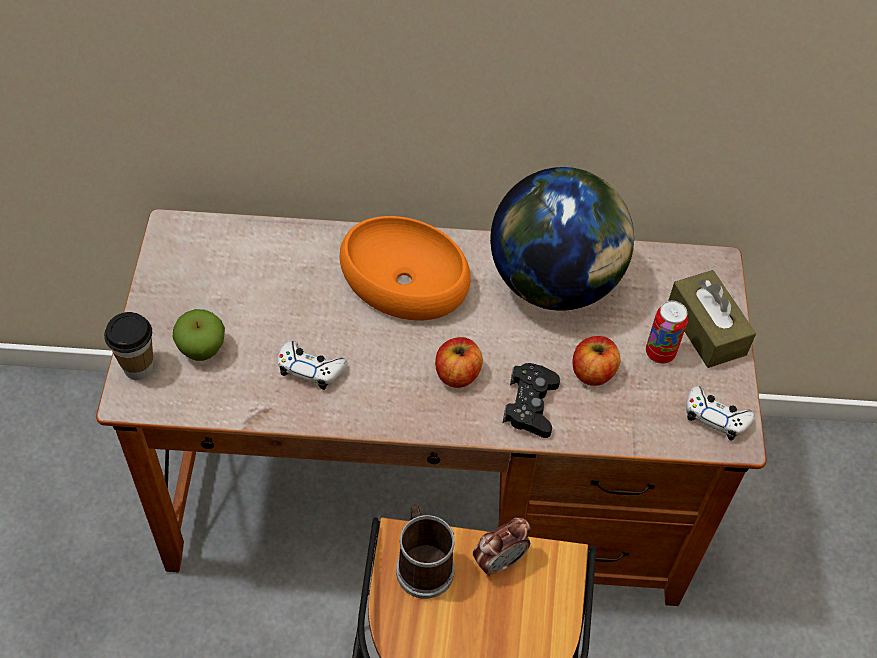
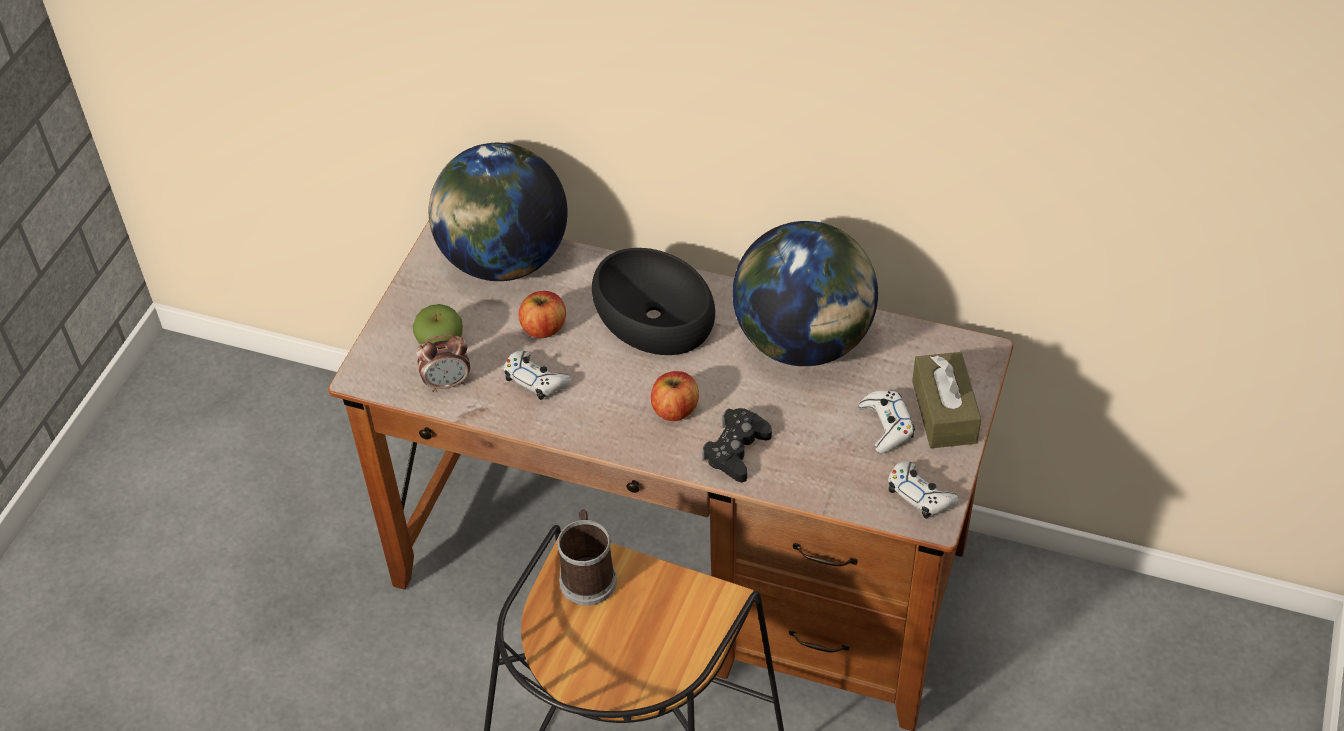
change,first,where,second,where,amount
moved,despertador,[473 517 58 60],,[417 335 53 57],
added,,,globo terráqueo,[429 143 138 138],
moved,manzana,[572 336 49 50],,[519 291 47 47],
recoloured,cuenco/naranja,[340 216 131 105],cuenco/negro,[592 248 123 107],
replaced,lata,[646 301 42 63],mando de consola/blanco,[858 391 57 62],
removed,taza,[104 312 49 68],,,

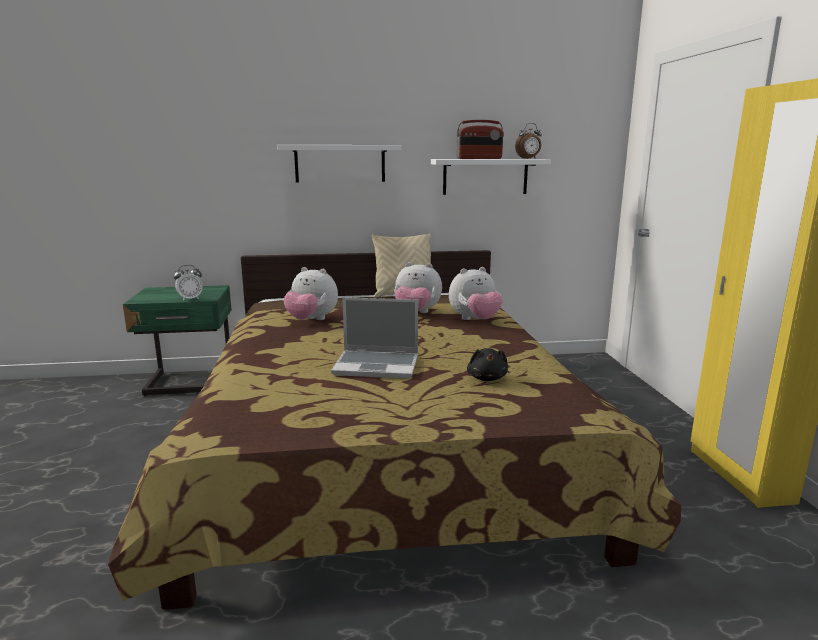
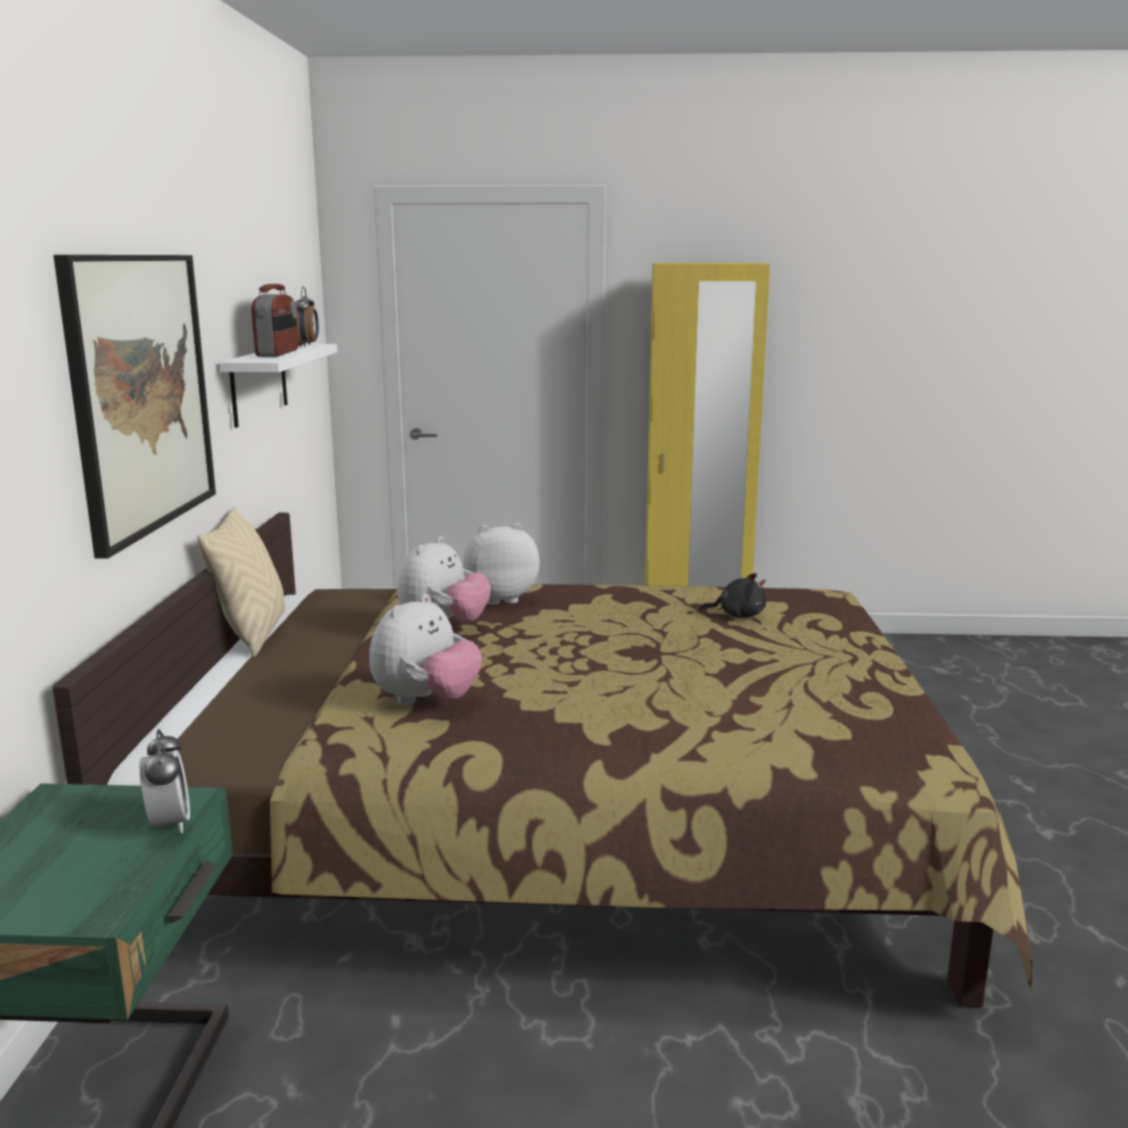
change,first,where,second,where,amount
replaced,estante/blanco,[277 145 124 37],cuadro,[53 255 163 304],
turned,peluche,[449 267 54 53],,[463 523 77 82],90 degrees counterclockwise
removed,portátil,[331 297 87 82],,,

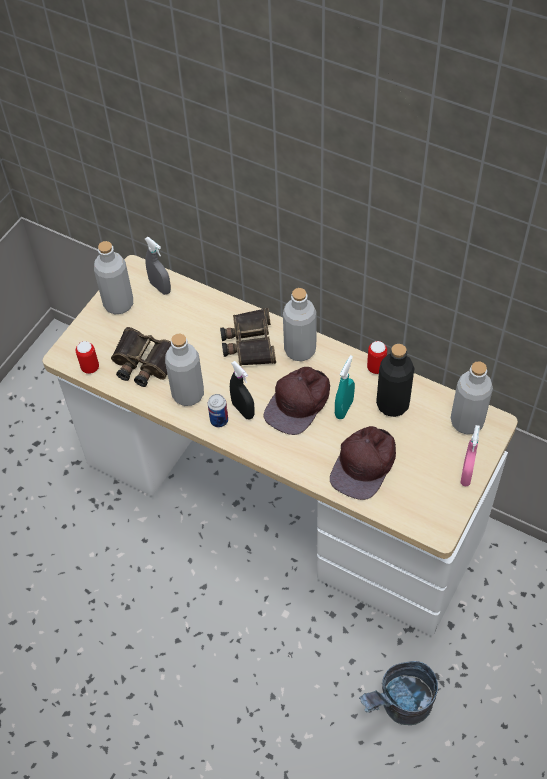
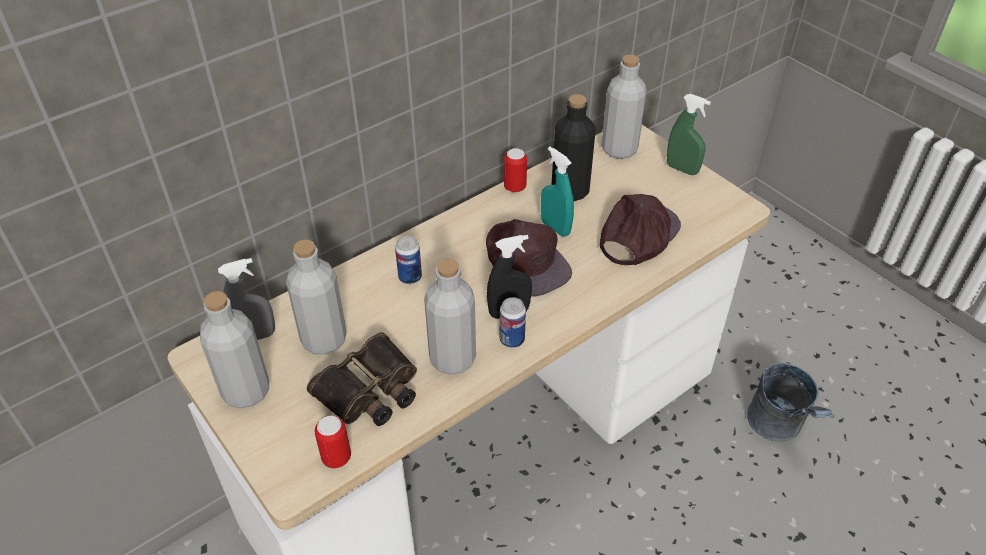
change,first,where,second,where,amount
moved,botella/gris,[283 288 33 73],,[286 240 61 115],
replaced,prismáticos,[220 308 56 58],lata,[395 236 27 48],
turned,gorra/marrón,[330 426 66 74],,[600 194 81 71],105 degrees counterclockwise
recoloured,pulverizador/rosa,[460 425 20 61],pulverizador/verde,[667 94 44 81],

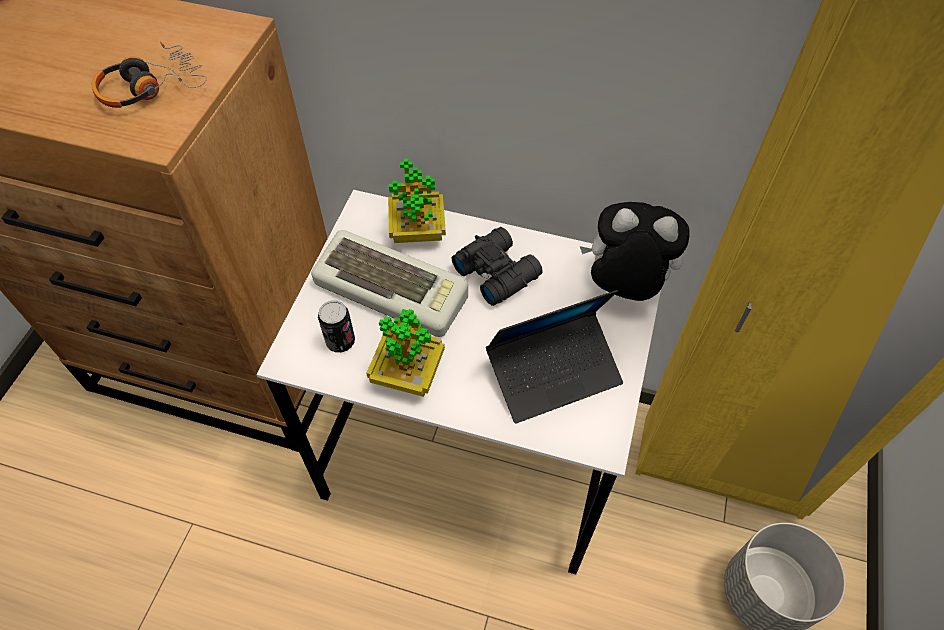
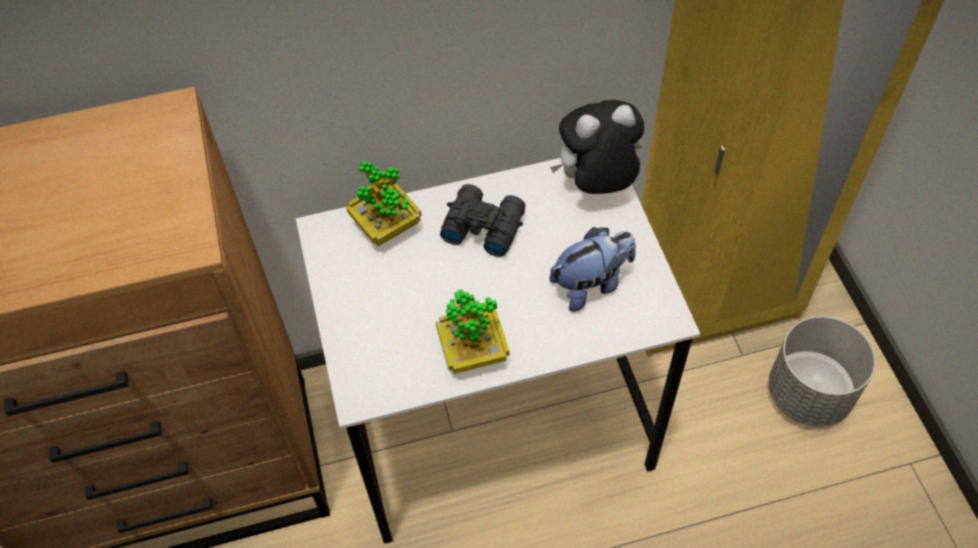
change,first,where,second,where,amount
replaced,portátil,[486 290 137 134],peluche,[549 227 87 85],
removed,auriculares,[91 42 116 66],,,
removed,teclado,[311 230 157 107],,,
removed,lata,[318 301 37 52],,,

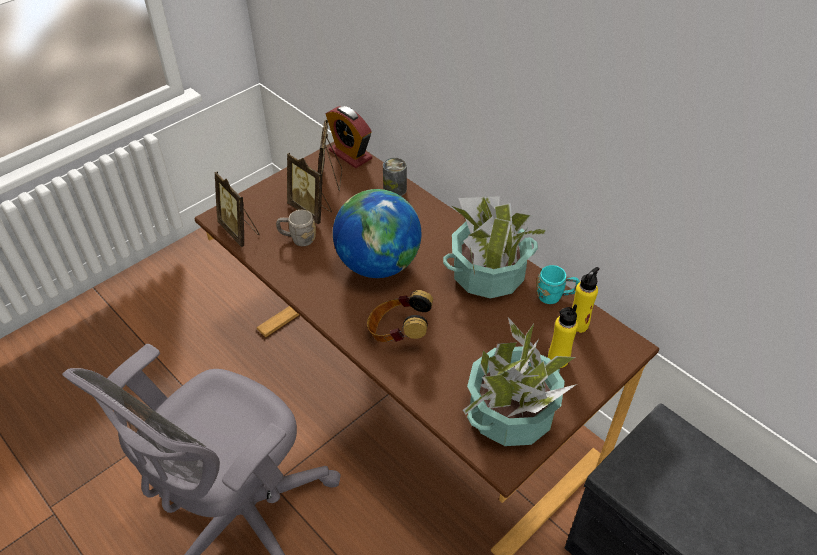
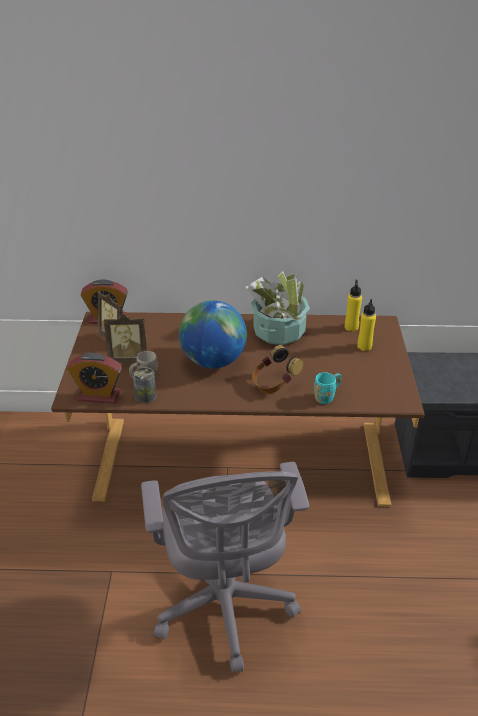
change,first,where,second,where,amount
replaced,portarretratos,[214 171 46 76],despertador,[67 353 55 51],
moved,lata,[383 158 24 38],,[133 367 23 36],
moved,taza grande/turquesa,[536 265 44 39],,[314 372 28 32],
removed,planta en maceta,[463 317 114 129],,,

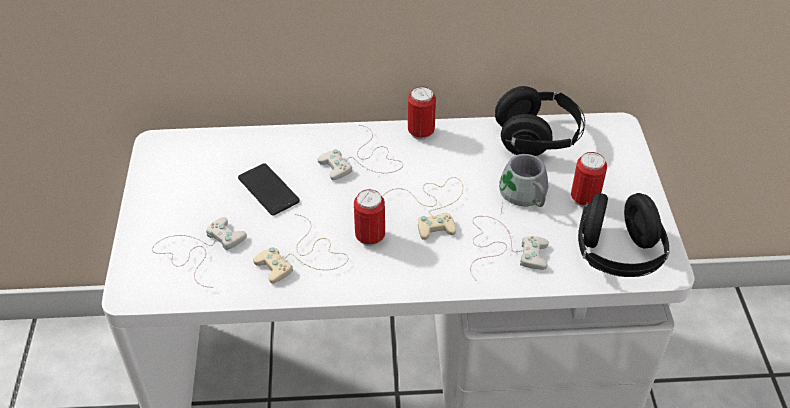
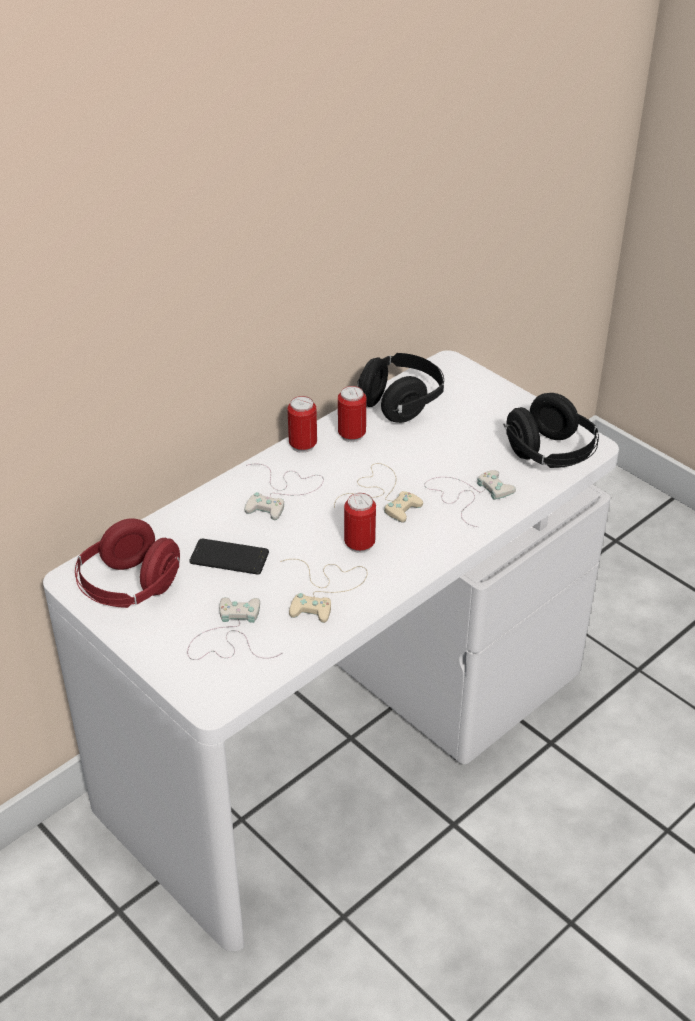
change,first,where,second,where,amount
added,,,auriculares/rojo,[75 518 105 90],
moved,lata,[571 152 36 55],,[338 386 29 56],
removed,taza grande/gris,[499 154 49 58],,,

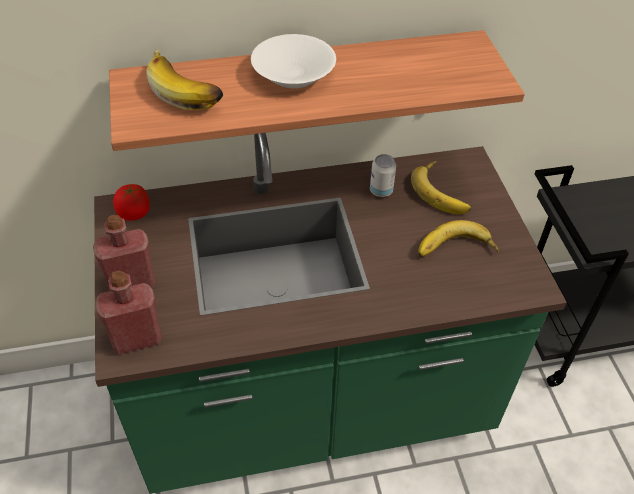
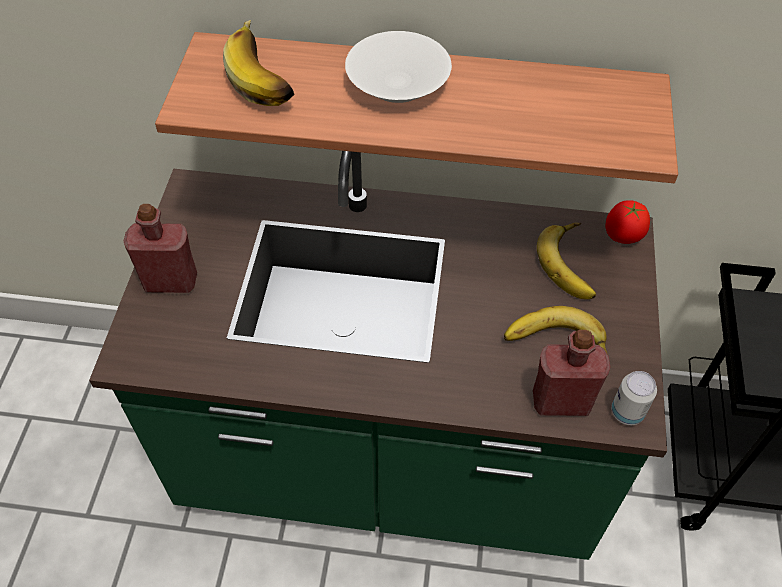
change,first,where,second,where,amount
moved,botella/rojo,[95 271 67 83],,[533 330 77 86],
moved,tomate,[113 184 37 37],,[605 200 45 44],
moved,lata,[370 154 26 43],,[611 371 46 54],

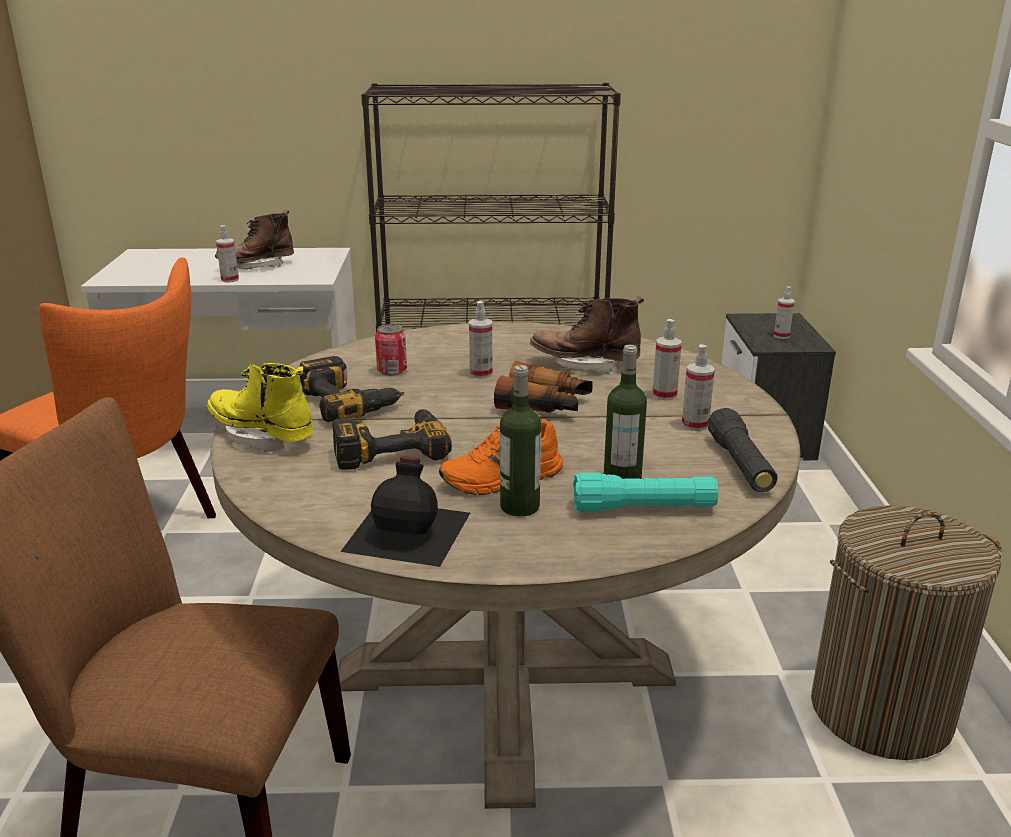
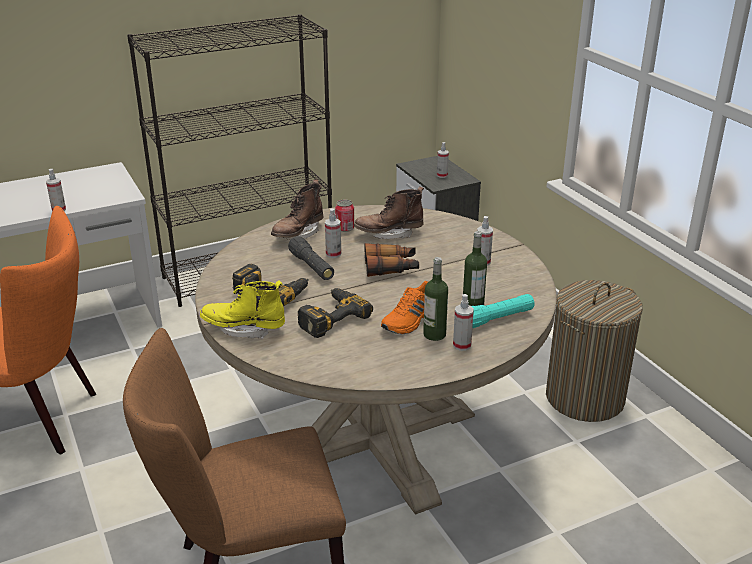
change,first,where,second,where,amount
moved,bota/marrón,[215 210 79 59],,[271 180 52 60],
moved,linterna/negro,[708 408 69 84],,[288 236 46 44],
moved,lata,[375 324 32 52],,[335 200 19 32],
moved,pulverizador,[652 319 30 81],,[453 294 21 57],
removed,botella/negro,[340 456 130 111],,,

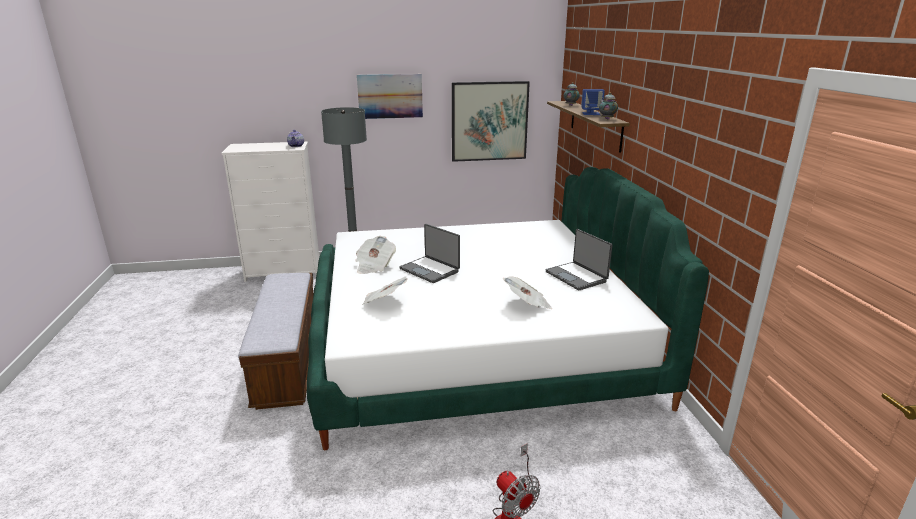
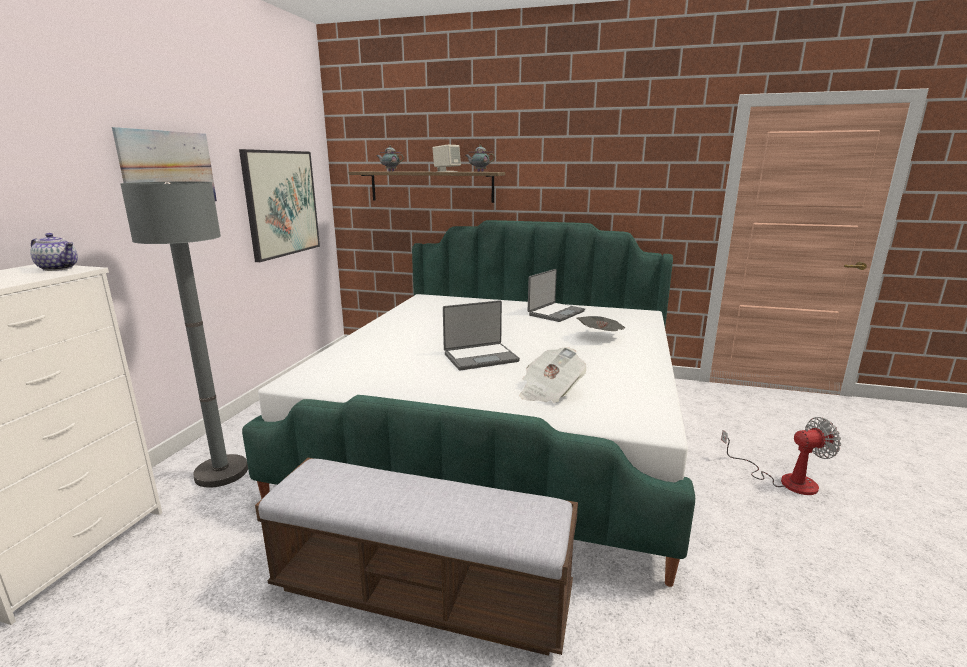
change,first,where,second,where,amount
recoloured,altavoz/azul,[581 89 24 26],altavoz/beis,[432 144 29 28],
turned,portátil,[546 229 66 61],,[528 269 57 53],45 degrees counterclockwise
removed,periódico,[356 236 40 38],,,

